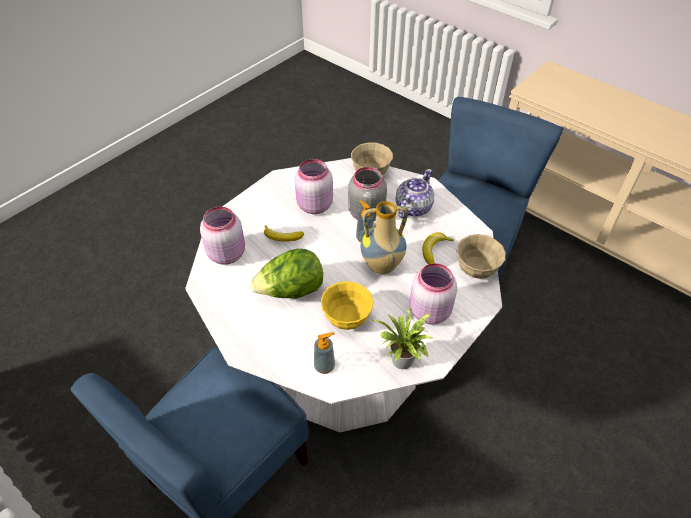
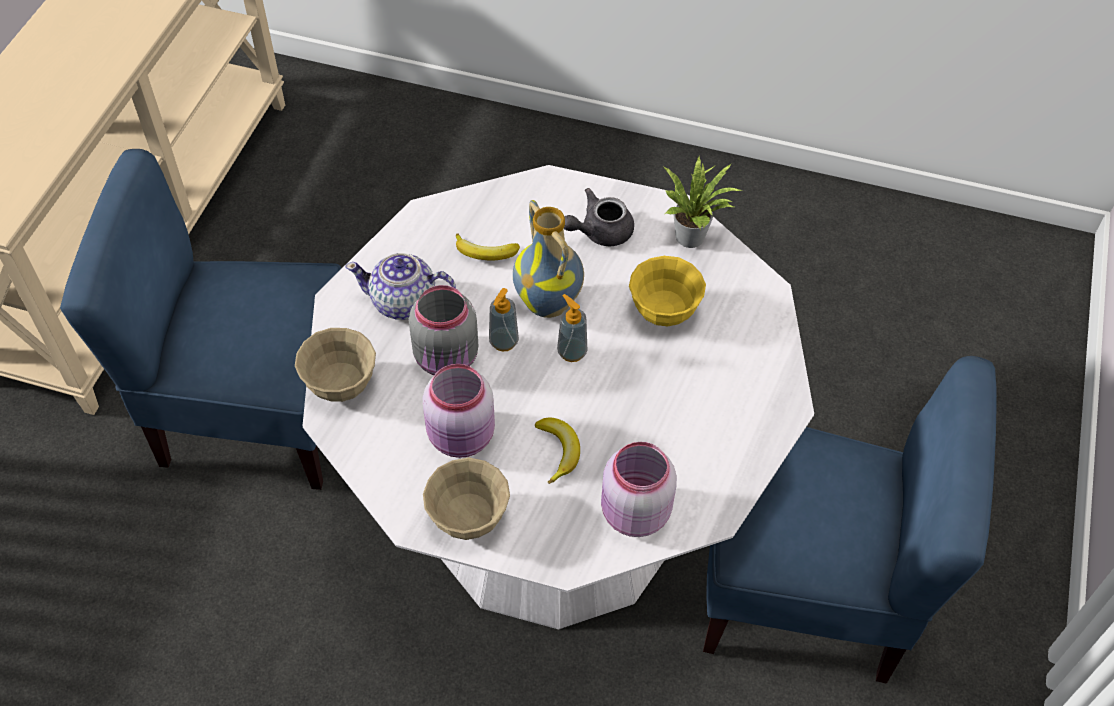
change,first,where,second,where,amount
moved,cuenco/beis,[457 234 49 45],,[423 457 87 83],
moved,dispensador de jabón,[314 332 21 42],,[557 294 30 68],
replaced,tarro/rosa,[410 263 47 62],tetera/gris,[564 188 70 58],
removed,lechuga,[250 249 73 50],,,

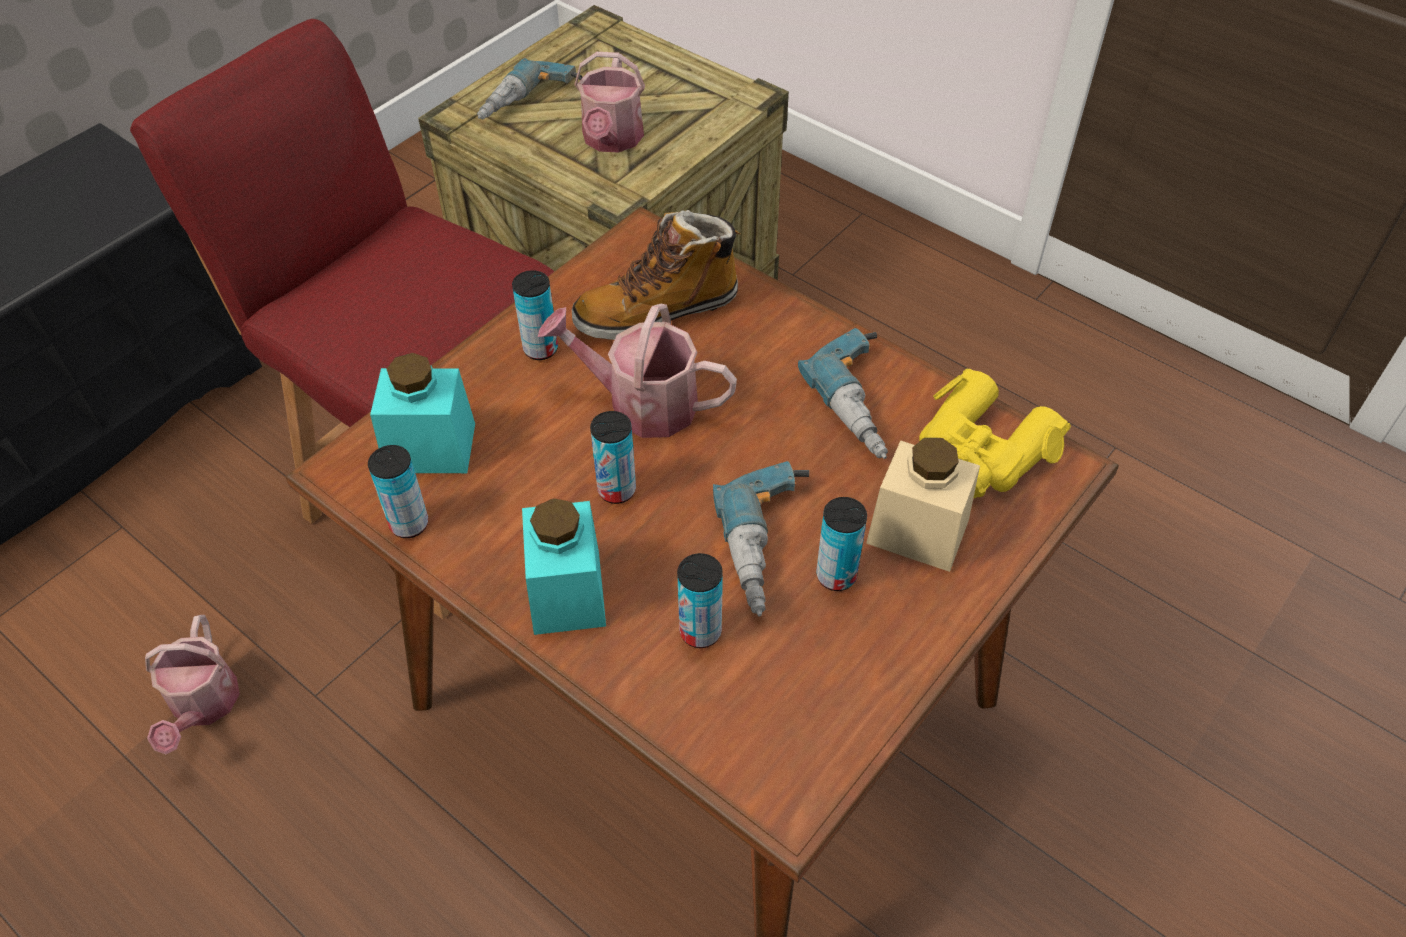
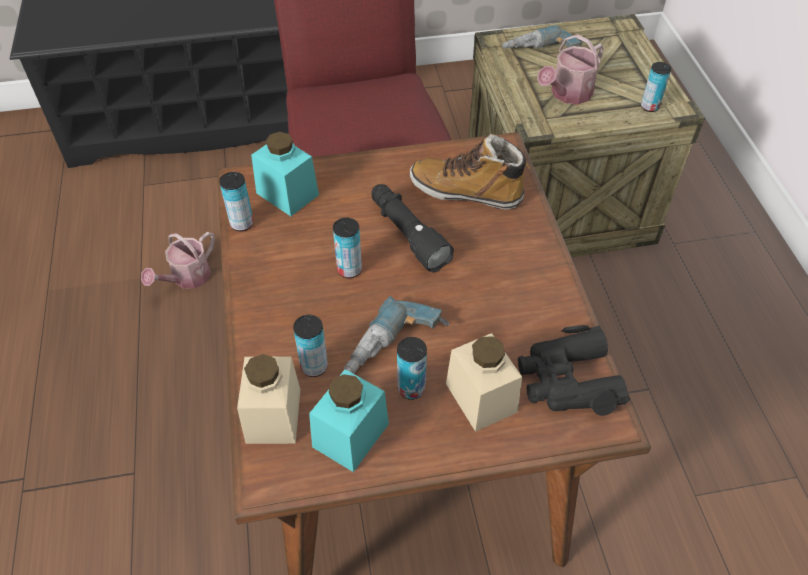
change,first,where,second,where,amount
added,,,tarro/beis,[237 354 63 90],
moved,tarro/turquesa,[522 498 84 137],,[309 369 80 103],
replaced,regadera,[538 304 199 134],linterna/negro,[371 184 83 88],
recoloured,prismáticos/amarillo,[919 368 152 130],prismáticos/negro,[518 325 112 91],
moved,lata,[512 270 46 90],,[641 62 30 50],
removed,taladro,[798 328 90 131],,,

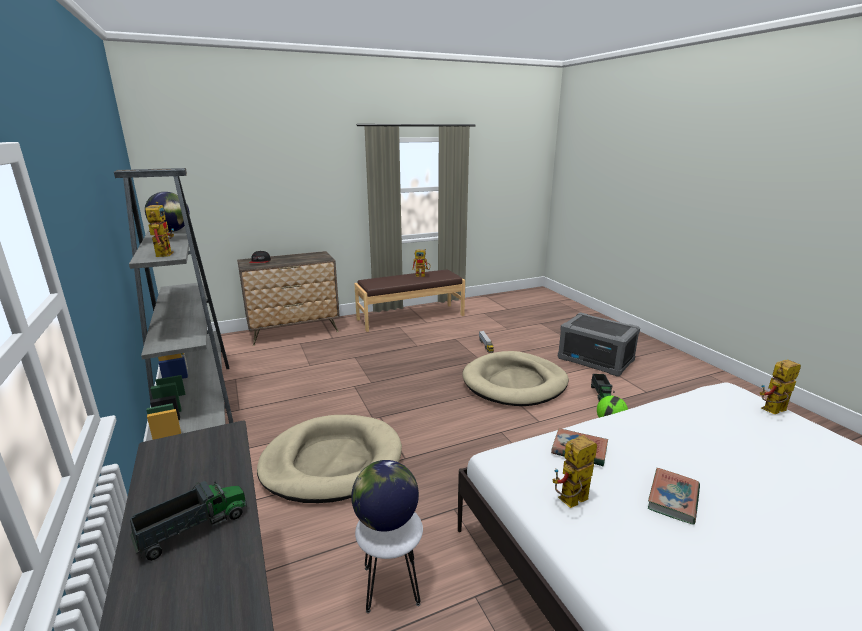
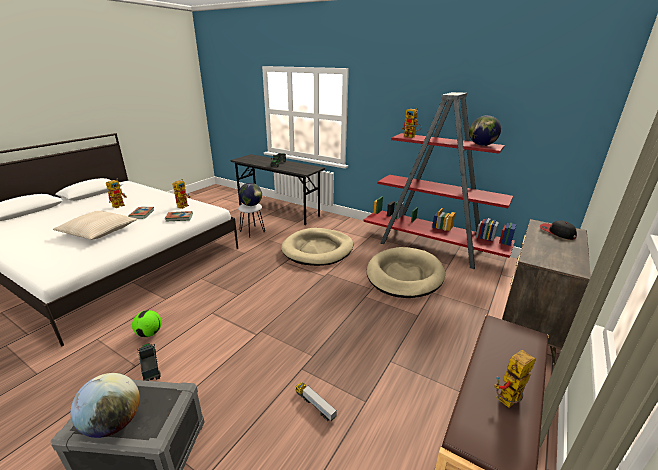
change,first,where,second,where,amount
added,,,cojín/beis,[53 211 85 29],
added,,,globo terráqueo,[70 373 70 65],
moved,robot de juguete,[760 359 41 55],,[106 179 21 29],
recoloured,estantería/gris,[114 168 120 272],estantería/rojo,[363 92 153 177],
moved,cama para perro/beis,[462 351 107 55],,[367 247 78 51],

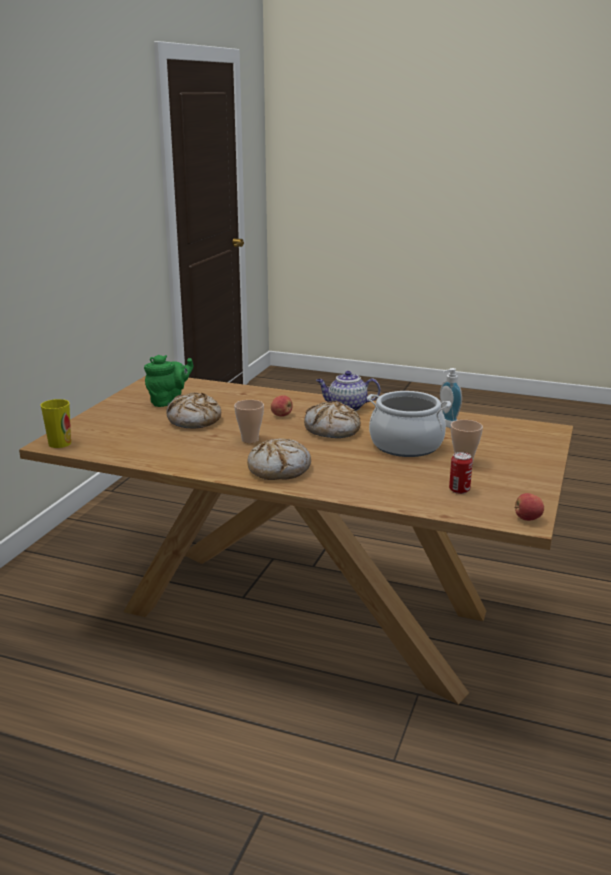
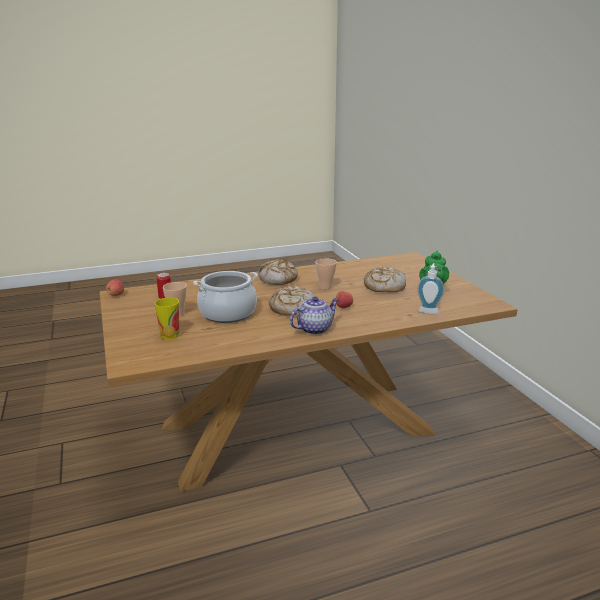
change,first,where,second,where,amount
moved,taza,[41 399 30 49],,[154 298 26 42],
moved,dispensador de jabón,[440 368 22 60],,[417 263 27 51],

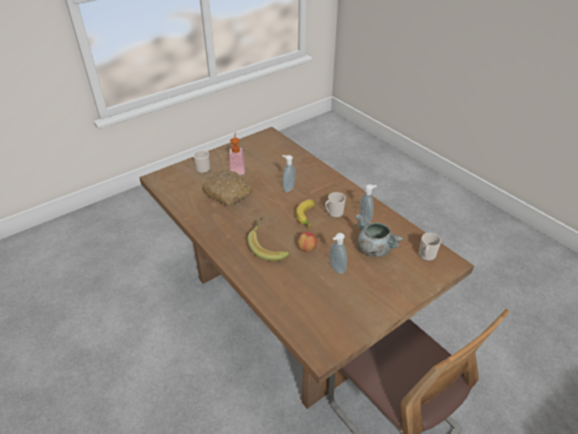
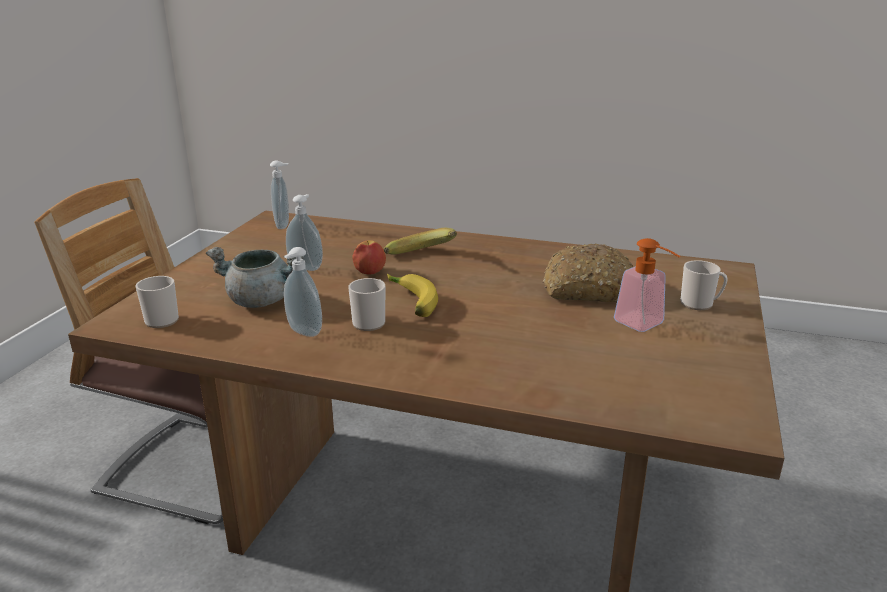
change,first,where,second,where,amount
moved,dispensador de jabón,[282 155 14 37],,[270 160 19 69],

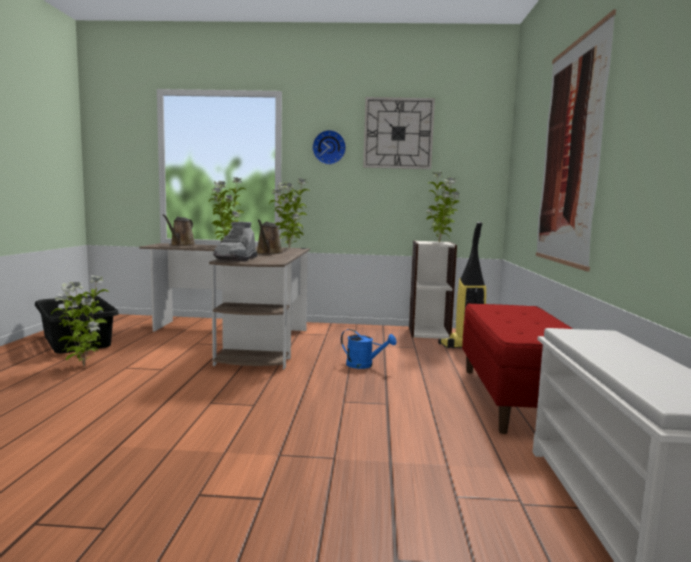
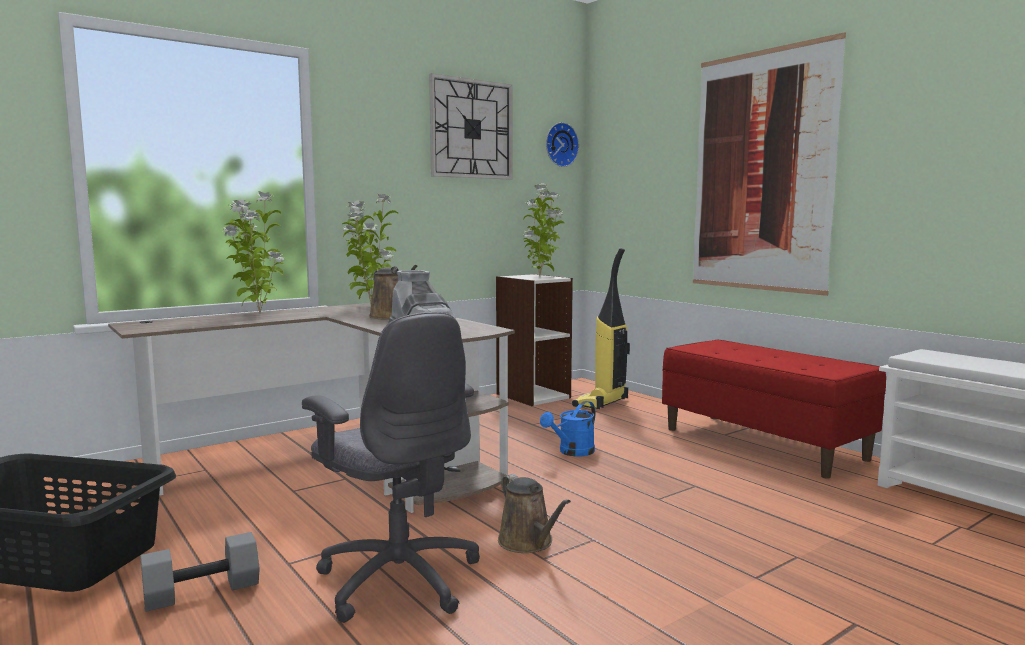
change,first,where,second,where,amount
replaced,planta en maceta,[51 275 58 91],mancuerna/gris,[140 532 120 80],
added,,,silla de oficina/gris,[302 312 178 311],
moved,regadera/marrón,[163 214 33 32],,[498 474 73 79],
turned,regadera/azul,[341 329 55 40],,[540 401 55 55],150 degrees clockwise
moved,reloj de pared,[312 130 34 35],,[546 122 33 45],

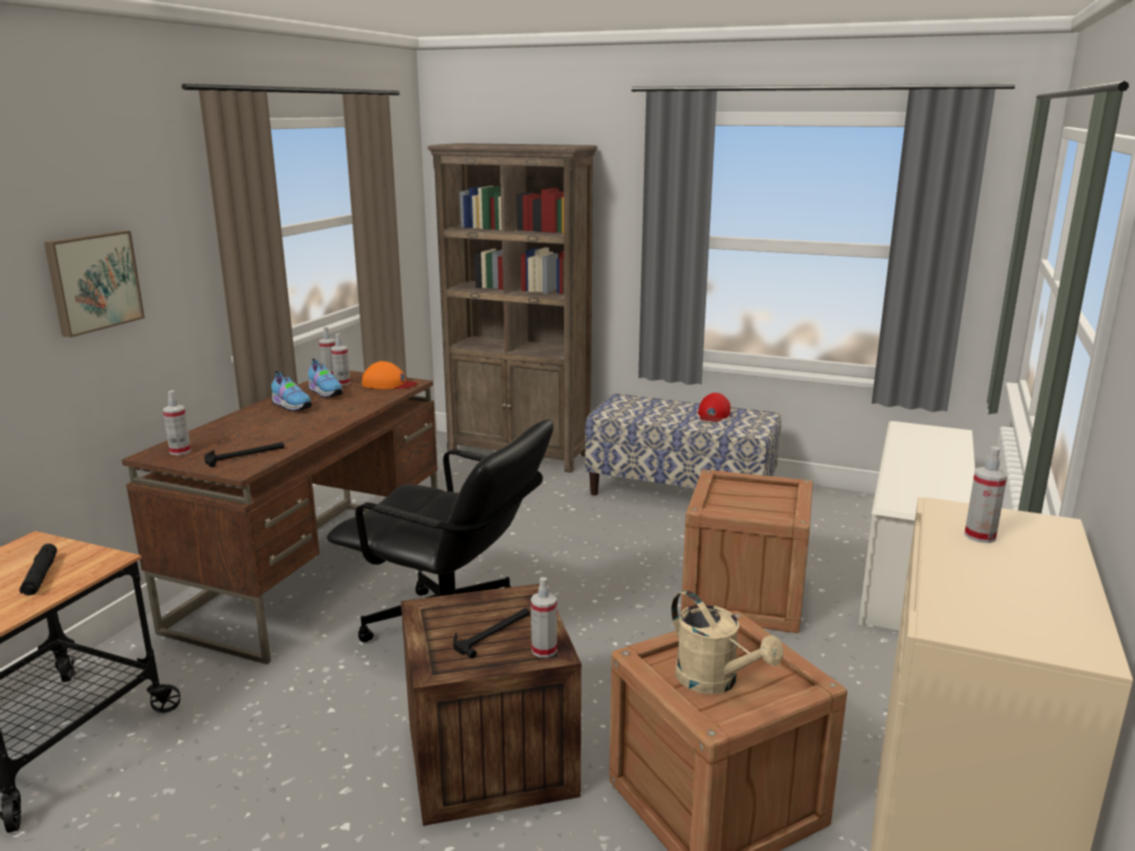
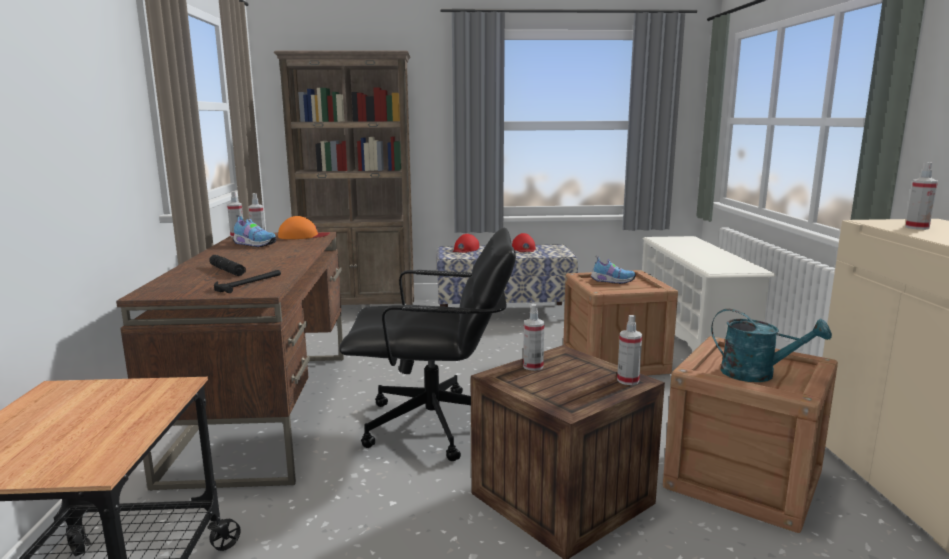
change,first,where,second,where,amount
moved,linterna/negro,[20 544 37 51],,[209 255 37 21],
added,,,gorra/rojo,[453 234 26 19],
moved,pulverizador,[163 390 28 65],,[523 304 21 67],
moved,zapato,[271 371 41 40],,[590 257 46 27],
recoloured,regadera/beis,[671 590 113 104],regadera/turquesa,[711 309 121 73],
removed,cuadro,[44 230 101 107],,,
removed,martillo,[453 608 77 51],,,

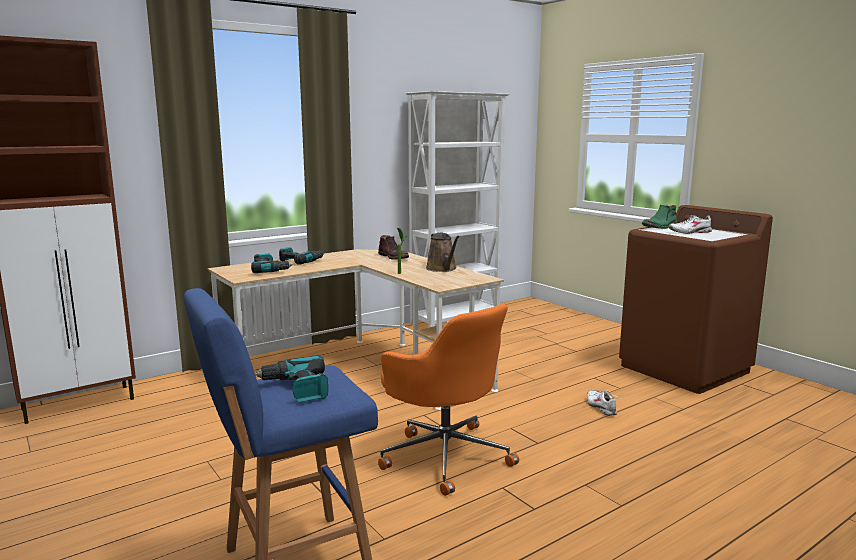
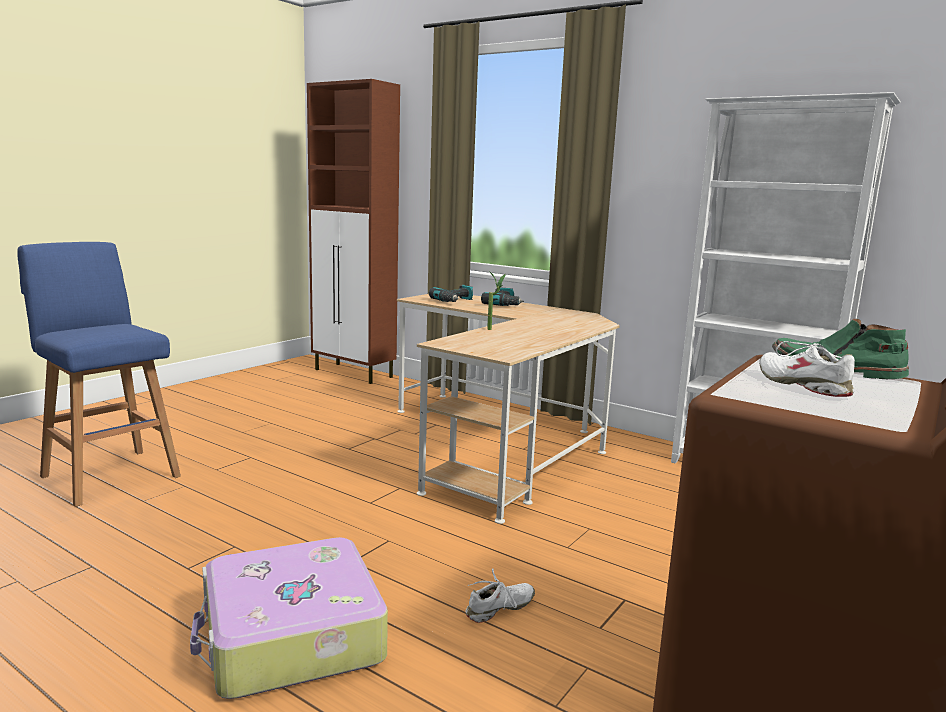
change,first,where,second,where,amount
added,,,maleta,[190 537 198 162],
removed,taladro,[255 355 73 47],,,
removed,bota/marrón,[378 235 31 24],,,
removed,silla de oficina/naranja,[378 304 141 192],,,
removed,regadera/marrón,[426 233 33 39],,,

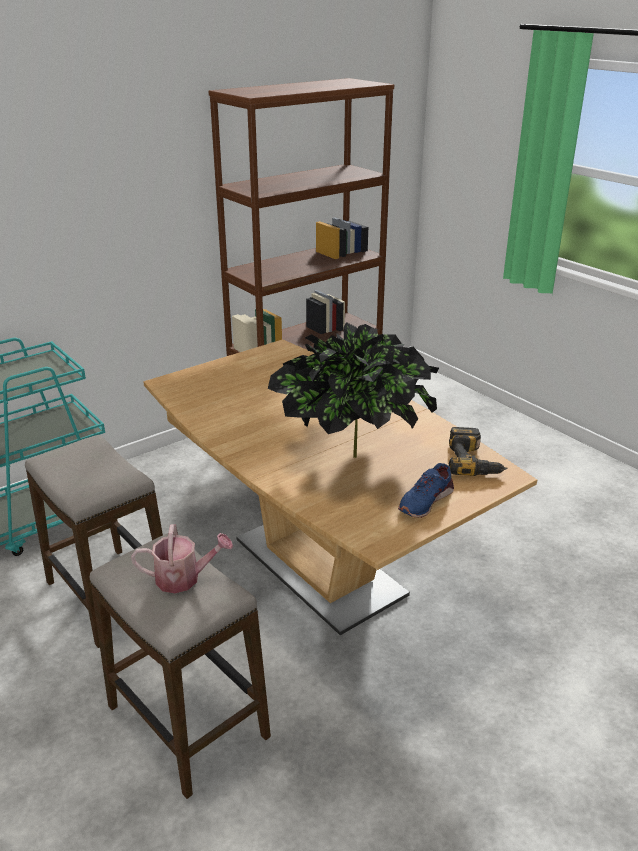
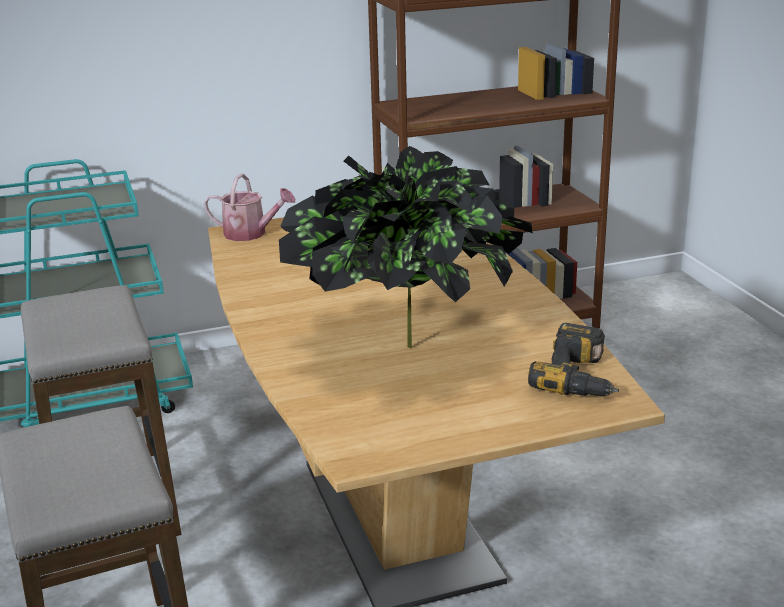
change,first,where,second,where,amount
moved,regadera,[131 524 102 69],,[204 173 91 68],
removed,zapato/azul,[398 463 56 55],,,

